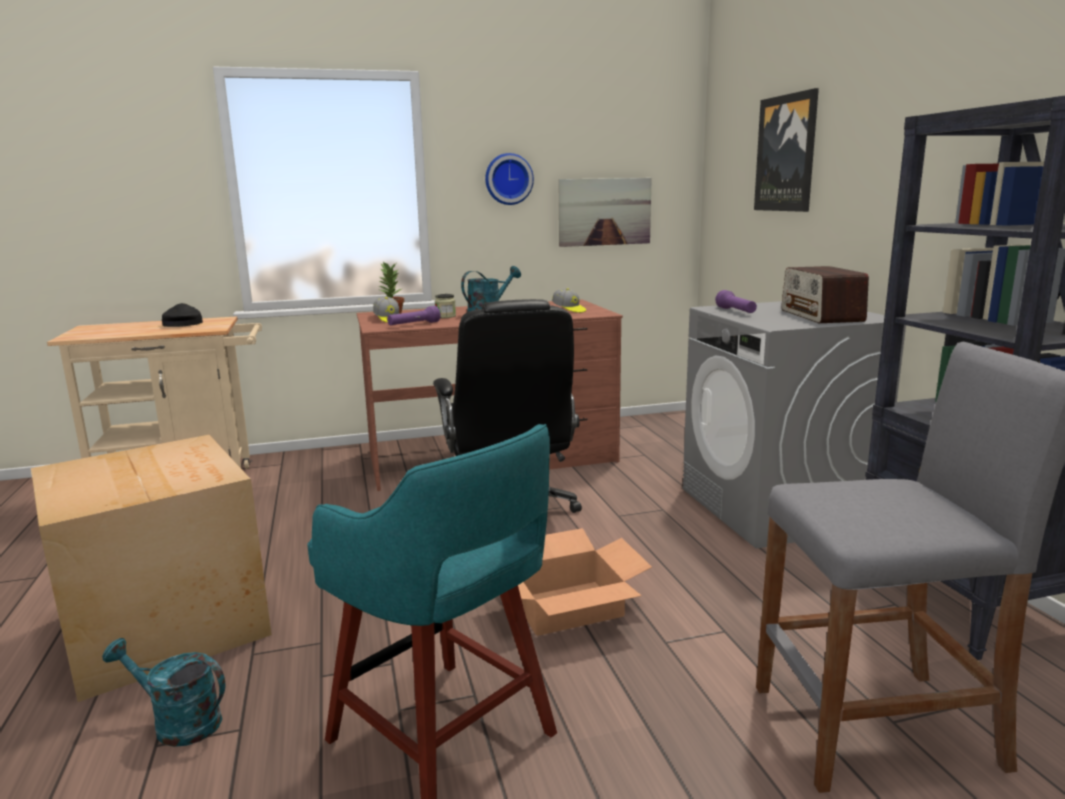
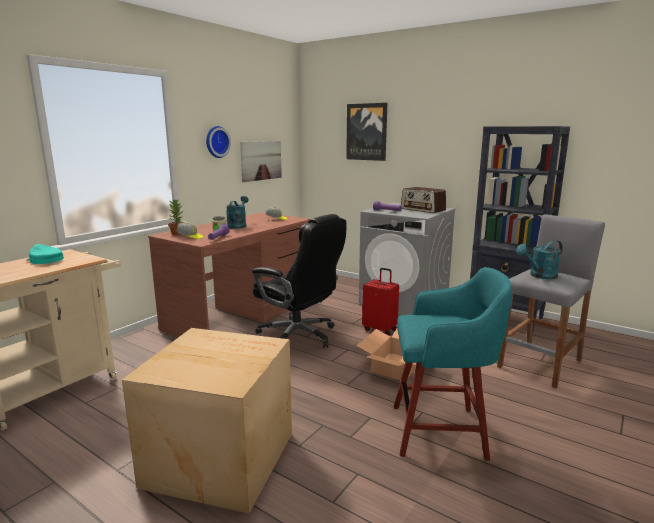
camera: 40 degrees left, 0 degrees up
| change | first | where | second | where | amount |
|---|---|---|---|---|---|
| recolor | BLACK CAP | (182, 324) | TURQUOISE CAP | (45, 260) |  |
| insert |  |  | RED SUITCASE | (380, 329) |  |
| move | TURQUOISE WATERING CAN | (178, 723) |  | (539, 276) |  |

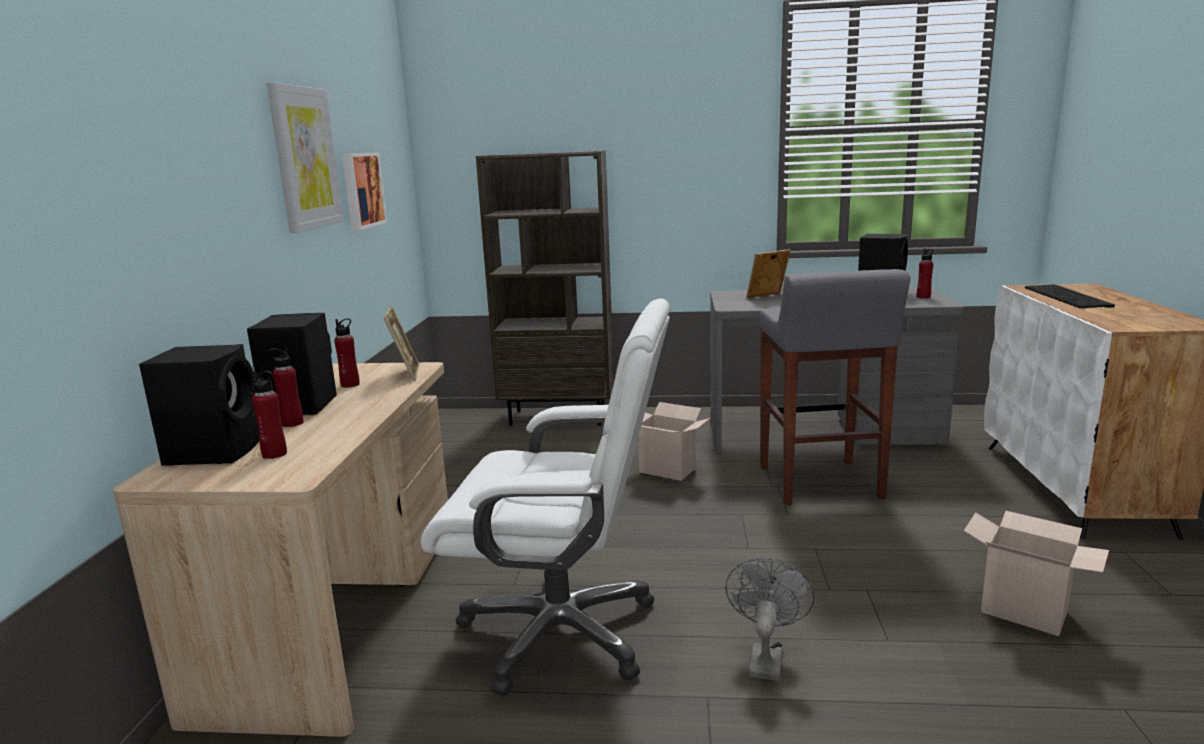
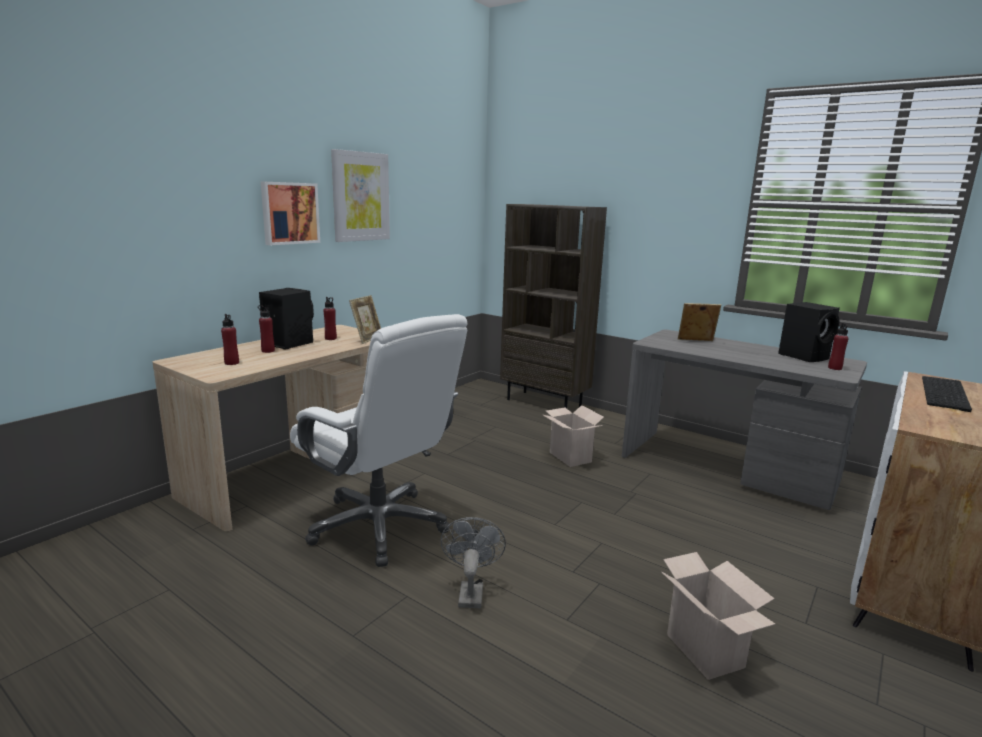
camera: 30 degrees right, 0 degrees up
| change | first | where | second | where | amount |
|---|---|---|---|---|---|
| move | PICTURE | (361, 190) |  | (289, 213) |  |
| rotate | GREY FAN | (765, 658) |  | (470, 591) | 45 degrees counterclockwise |
| delete | BLACK SPEAKER | (215, 451) |  |  |  |
| delete | GREY STOOL | (820, 483) |  |  |  |

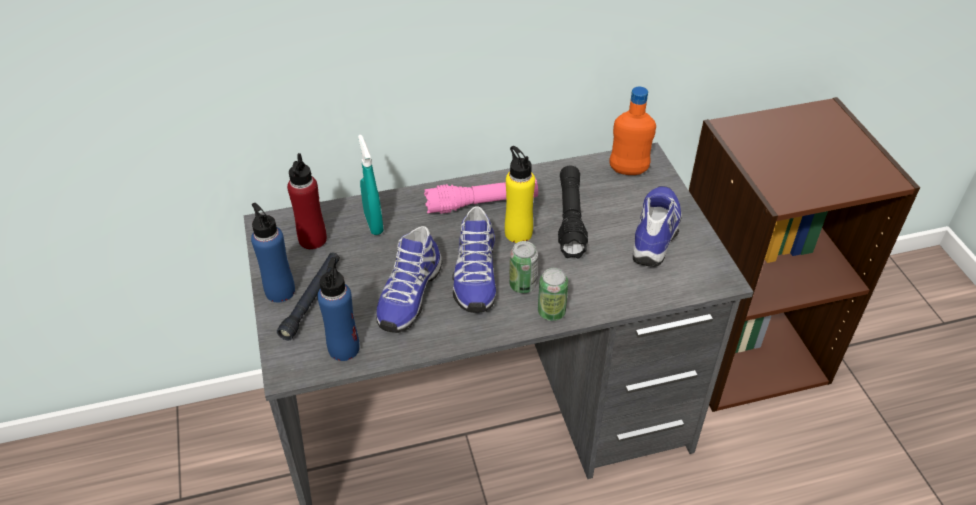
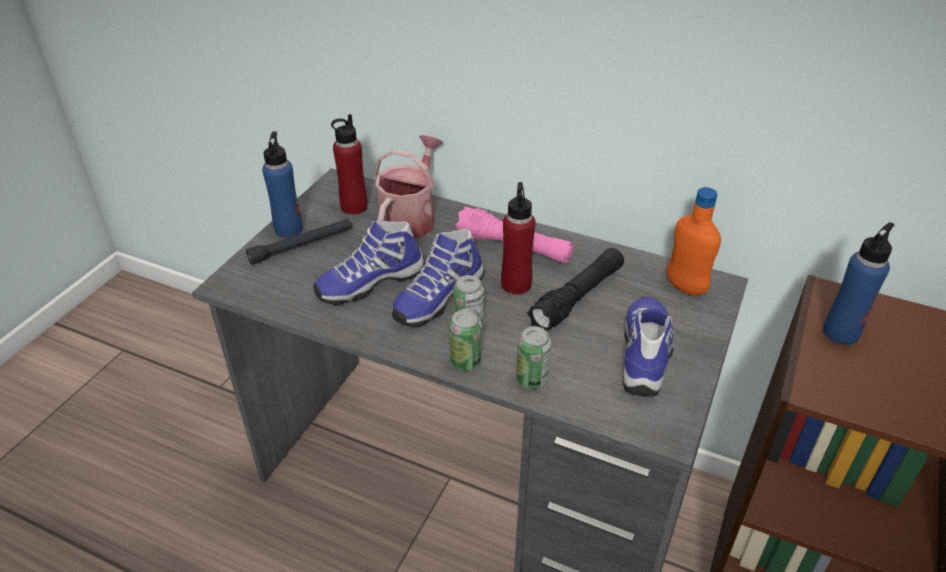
camera: 40 degrees right, 5 degrees down
| change | first | where | second | where | amount |
|---|---|---|---|---|---|
| replace | TURQUOISE SPRAY BOTTLE | (373, 223) | WATERING CAN | (410, 218) |  |
| recolor | YELLOW BOTTLE | (518, 233) | RED BOTTLE | (516, 284) |  |
| insert |  |  | CAN | (532, 379) |  |
| rotate | SHOE | (657, 234) |  | (647, 355) | 45 degrees counterclockwise |
| move | BLUE BOTTLE | (344, 348) |  | (841, 333) |  |

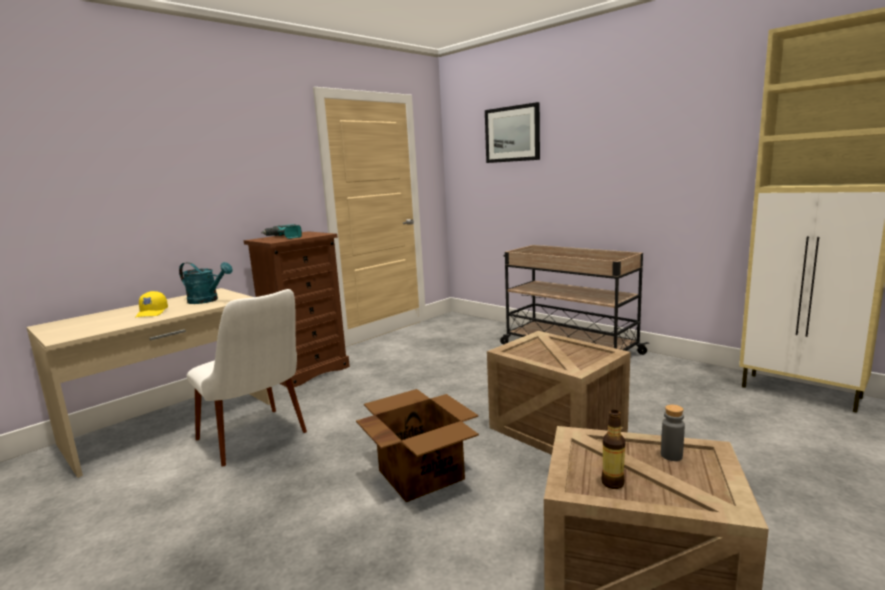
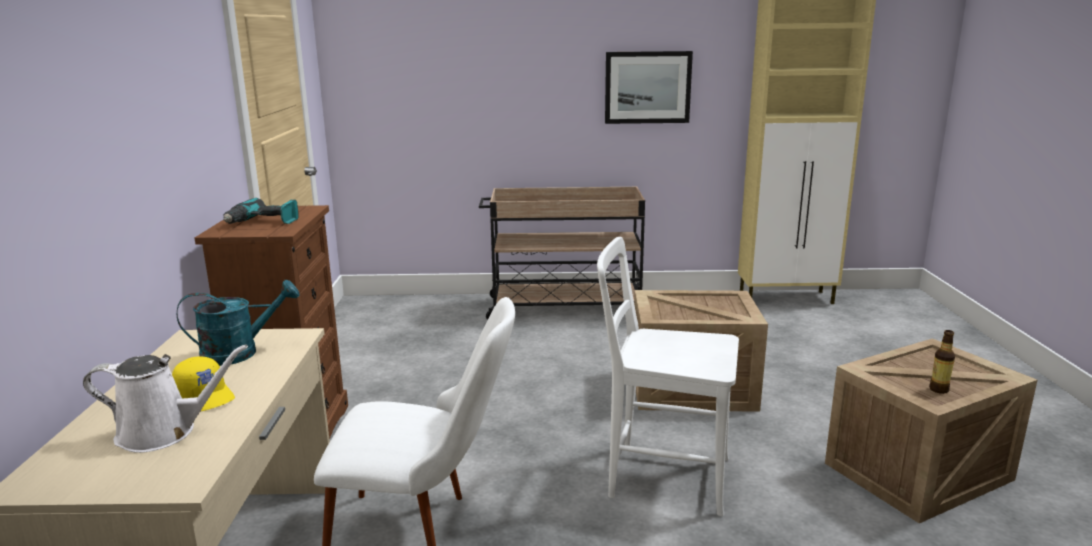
camera: 45 degrees left, 5 degrees up
| change | first | where | second | where | amount |
|---|---|---|---|---|---|
| insert |  |  | WHITE WATERING CAN | (164, 432) |  |
| replace | CARDBOARD BOX | (421, 474) | WHITE CHAIR | (661, 476) |  |
| move | PICTURE | (512, 134) |  | (647, 87) |  |
| delete | GREY BOTTLE | (671, 455) |  |  |  |

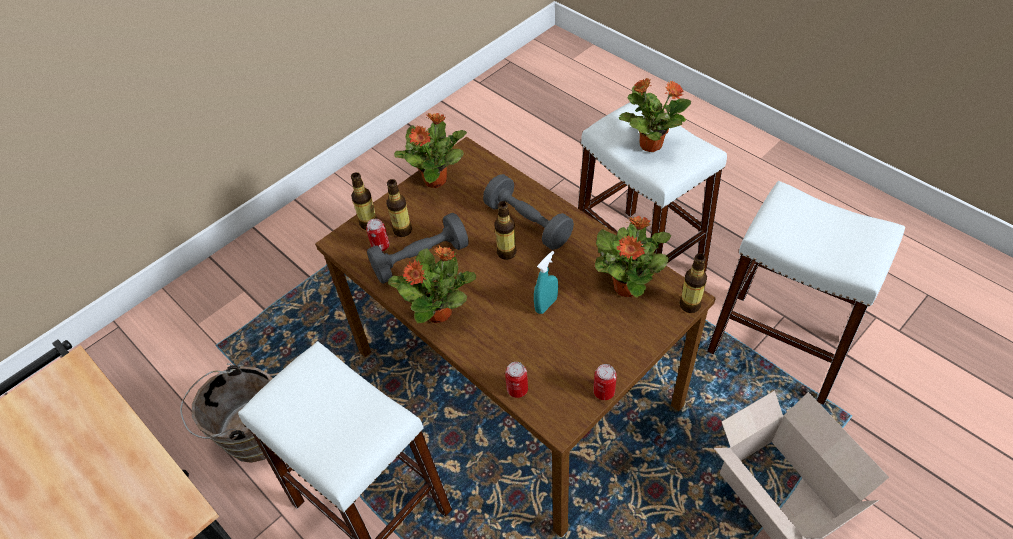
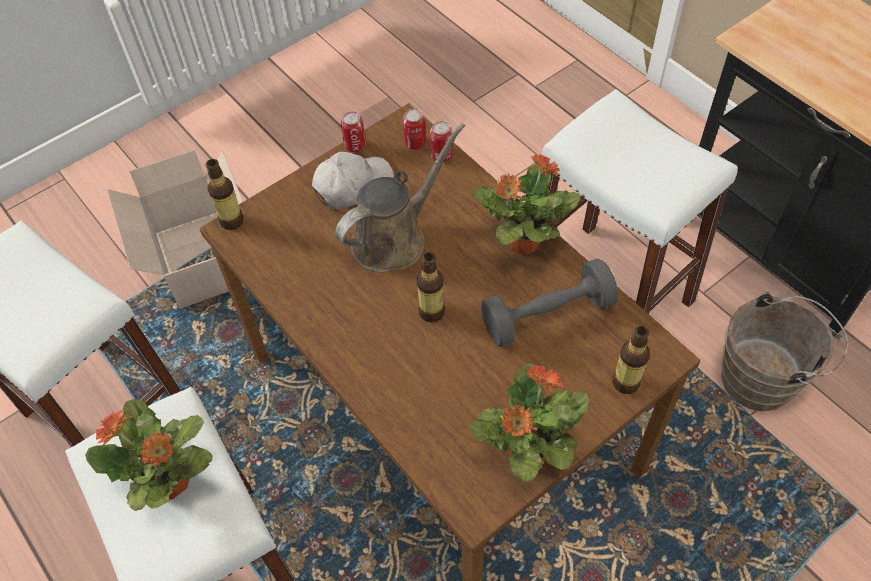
camera: 175 degrees left, 5 degrees up
| change | first | where | second | where | amount |
|---|---|---|---|---|---|
| insert |  |  | WHITE CAP | (352, 185) |  |
| replace | TURQUOISE SPRAY BOTTLE | (546, 305) | BROWN WATERING CAN | (394, 238) |  |
| move | CAN | (380, 246) |  | (415, 143) |  |
| delete | BOTTLE | (402, 230) |  |  |  |
| delete | GREY DUMBBELL | (528, 223) |  |  |  |
| delete | POTTED PLANT | (627, 286) |  |  |  |

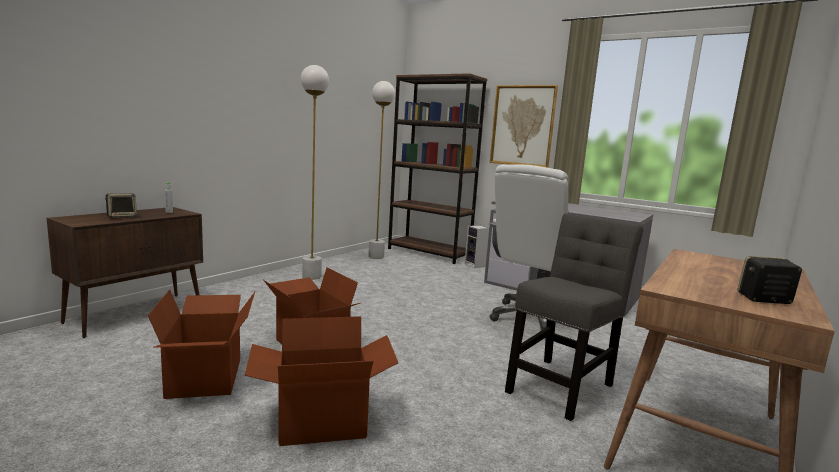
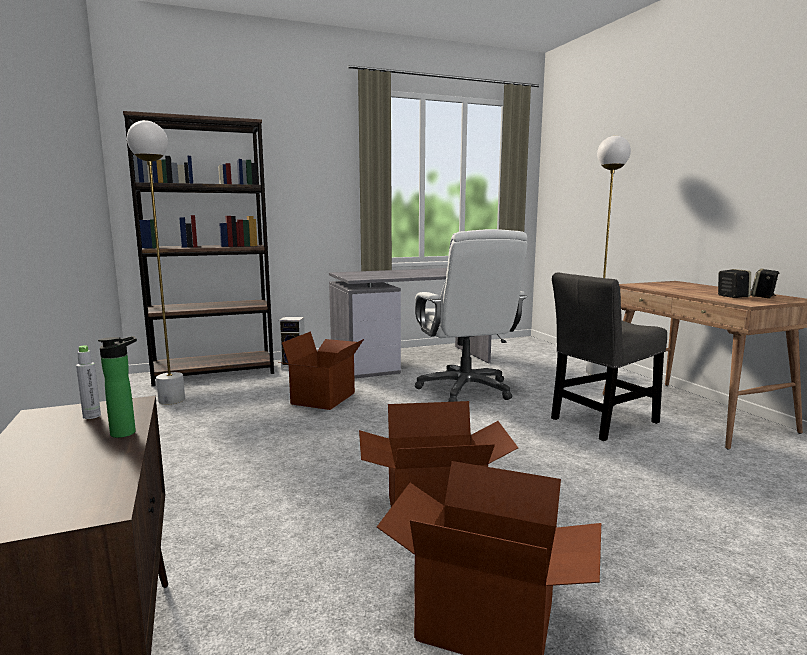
camera: 55 degrees left, 0 degrees up
| change | first | where | second | where | amount |
|---|---|---|---|---|---|
| insert |  |  | BOTTLE | (127, 432) |  |
| move | CARDBOARD BOX | (322, 422) |  | (324, 398) |  |
| rotate | GREY CHAIR | (561, 385) |  | (601, 422) | 105 degrees counterclockwise |
| move | WHITE FLOOR LAMP | (311, 277) |  | (596, 373) |  |
| move | SPEAKER | (122, 217) |  | (731, 296) |  |
| delete | PICTURE | (522, 126) |  |  |  |

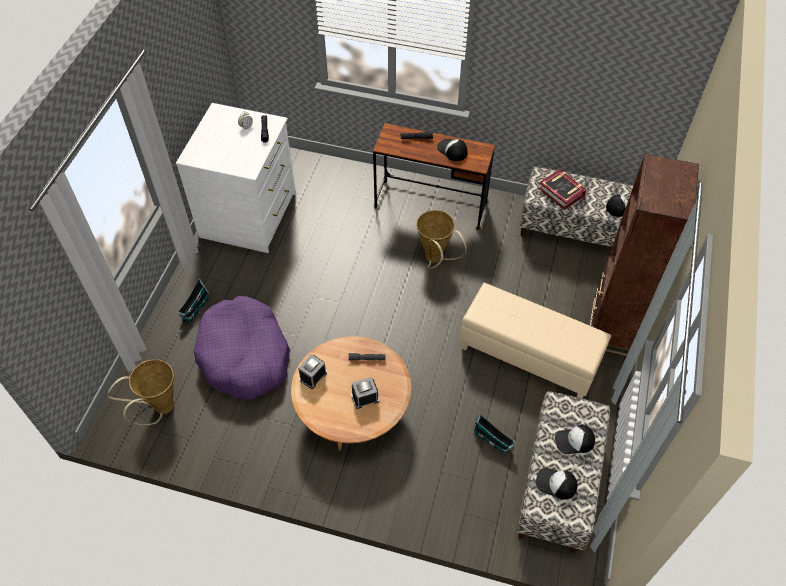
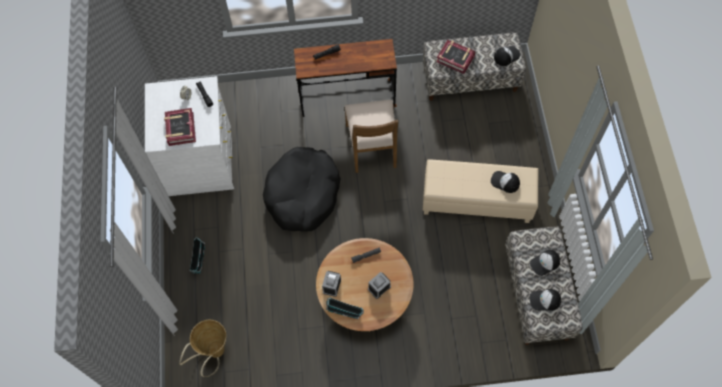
camera: 20 degrees left, 10 degrees up
| change | first | where | second | where | amount |
|---|---|---|---|---|---|
| insert |  |  | BOOK | (180, 129) |  |
| insert |  |  | BLACK DOG BED | (303, 194) |  |
| move | TOY HOUSE | (493, 440) |  | (345, 311) |  |
| replace | BASKET | (435, 260) | BROWN CHAIR | (372, 146) |  |
| move | CAP | (452, 150) |  | (505, 182) |  |
| delete | PURPLE DOG BED | (245, 355) |  |  |  |
| delete | BROWN BOOKCASE | (611, 326) |  |  |  |

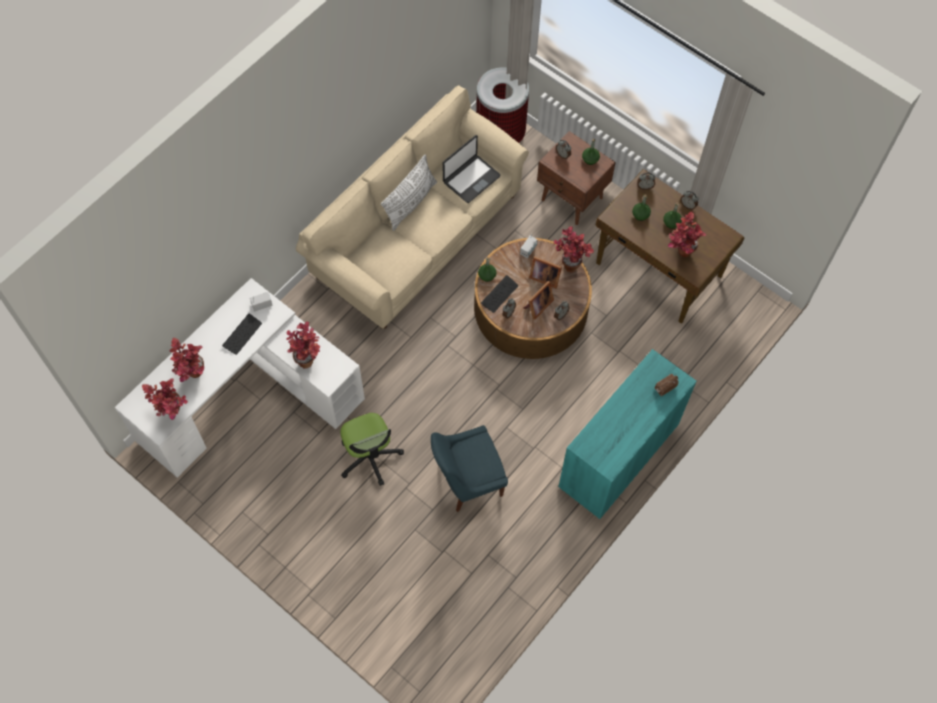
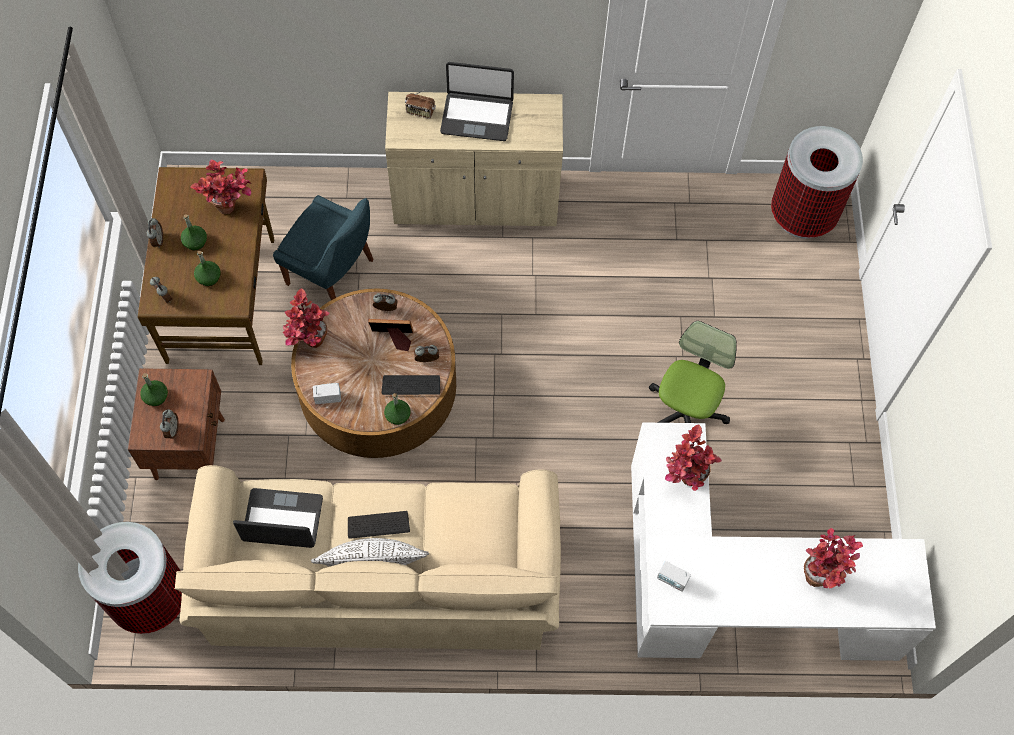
camera: 130 degrees left, 0 degrees up
| change | first | where | second | where | amount |
|---|---|---|---|---|---|
| move | BLUE CHAIR | (467, 480) |  | (333, 273) |  |
| move | KEYBOARD | (242, 334) |  | (378, 525) |  |
| recolor | TURQUOISE CABINET | (618, 455) | BEIGE CABINET | (475, 200) |  |
| insert |  |  | LAPTOP | (477, 116) |  |
| insert |  |  | TRASH CAN | (803, 215) |  |
| delete | POTTED PLANT | (173, 414) |  |  |  |
| delete | PICTURE FRAME | (544, 277) |  |  |  |

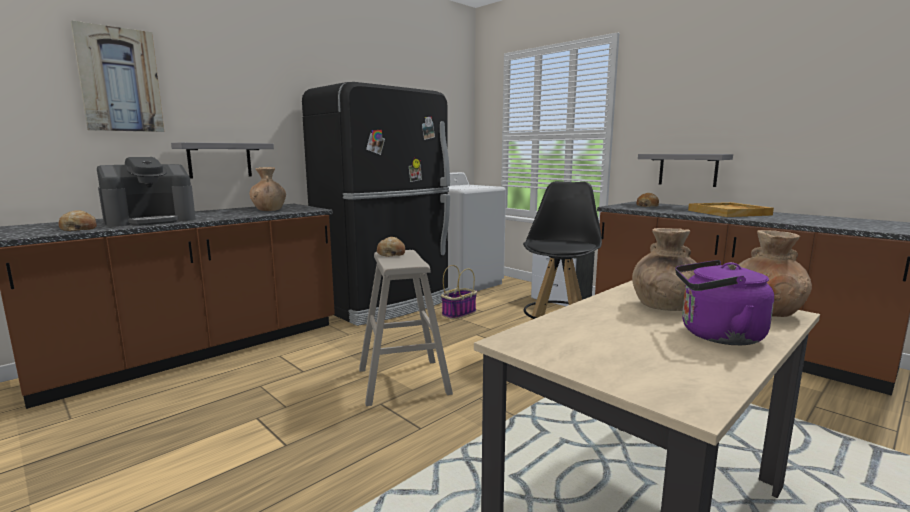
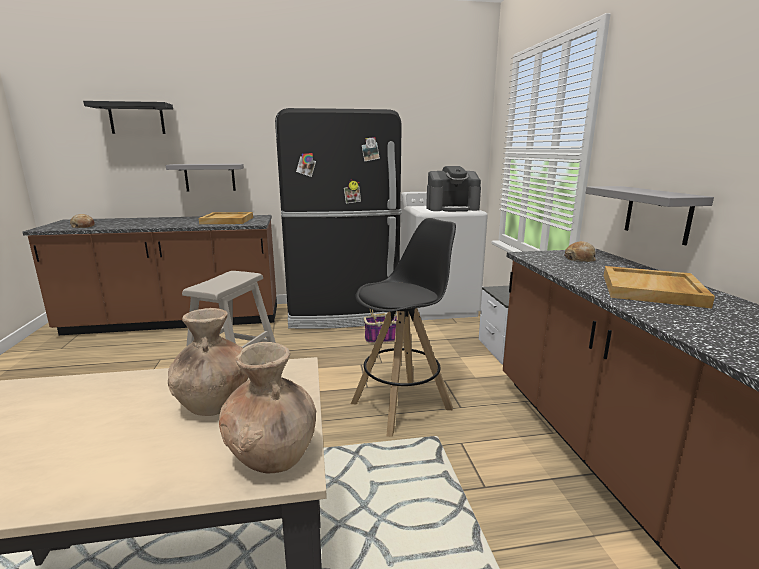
camera: 35 degrees right, 5 degrees up
| change | first | where | second | where | amount |
|---|---|---|---|---|---|
| replace | PICTURE | (119, 80) | BLACK SHELF | (137, 119) |  |
| replace | BROWN VASE | (269, 210) | BEIGE TRAY | (227, 220) |  |
| move | COFFEE MACHINE | (151, 220) |  | (452, 208) |  |
| delete | BREAD | (391, 254) |  |  |  |
| delete | PURPLE KETTLE | (716, 335) |  |  |  |

